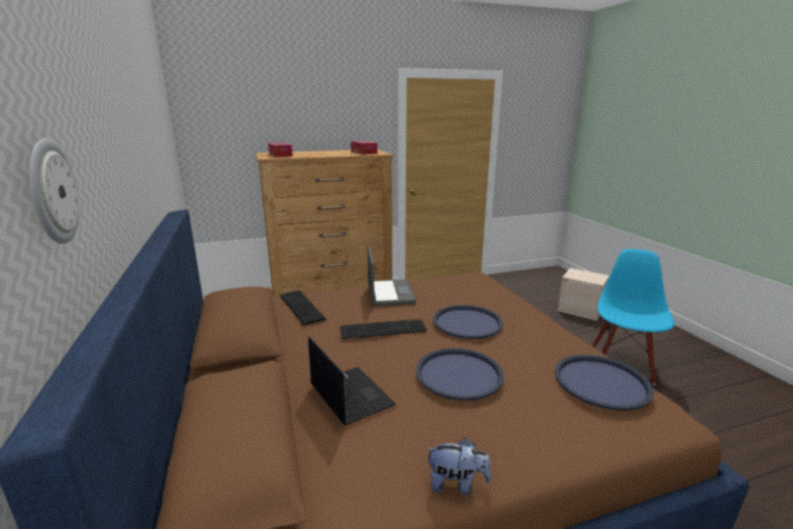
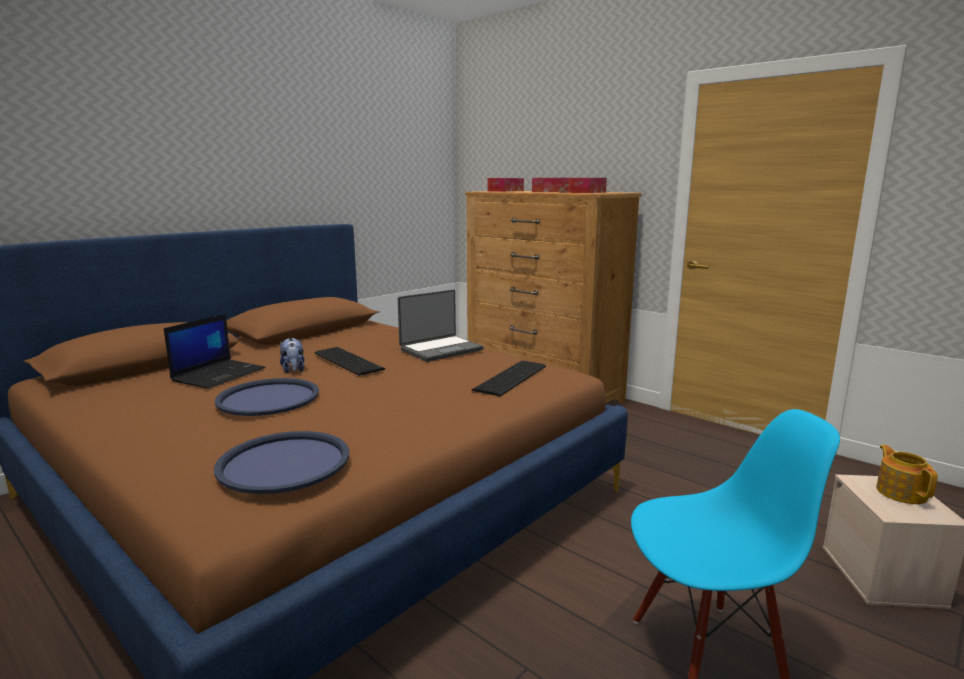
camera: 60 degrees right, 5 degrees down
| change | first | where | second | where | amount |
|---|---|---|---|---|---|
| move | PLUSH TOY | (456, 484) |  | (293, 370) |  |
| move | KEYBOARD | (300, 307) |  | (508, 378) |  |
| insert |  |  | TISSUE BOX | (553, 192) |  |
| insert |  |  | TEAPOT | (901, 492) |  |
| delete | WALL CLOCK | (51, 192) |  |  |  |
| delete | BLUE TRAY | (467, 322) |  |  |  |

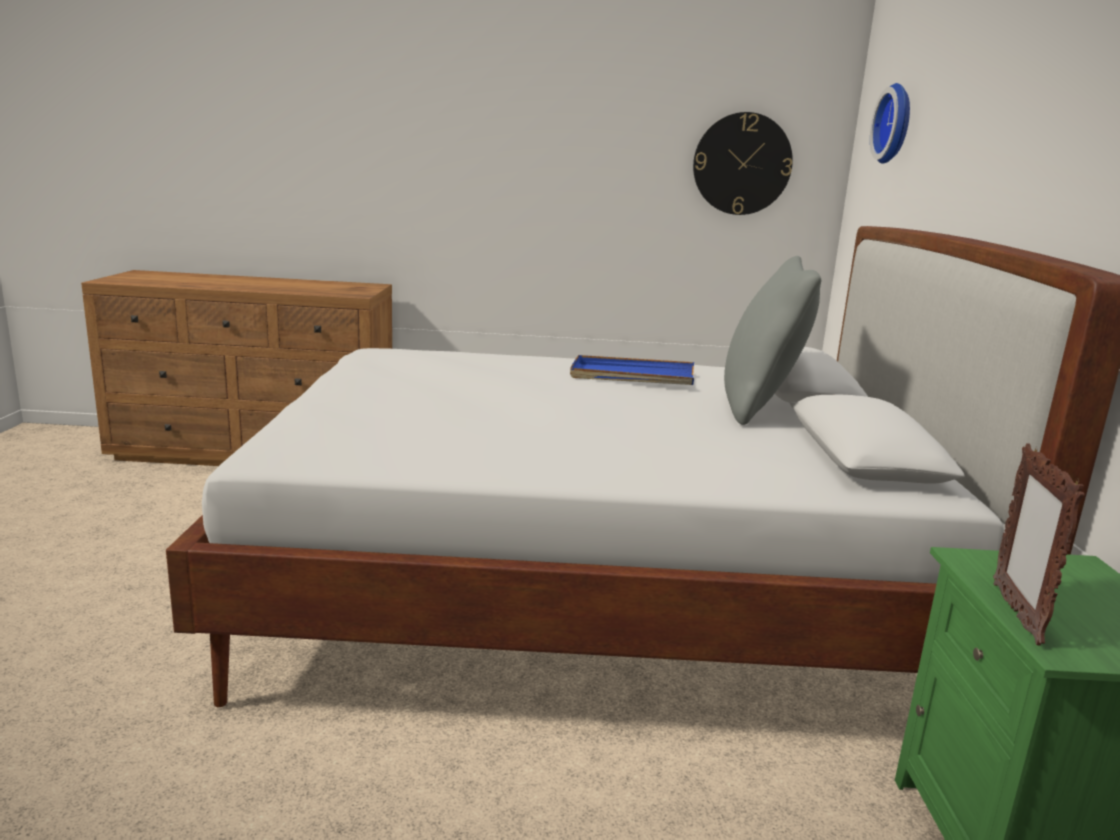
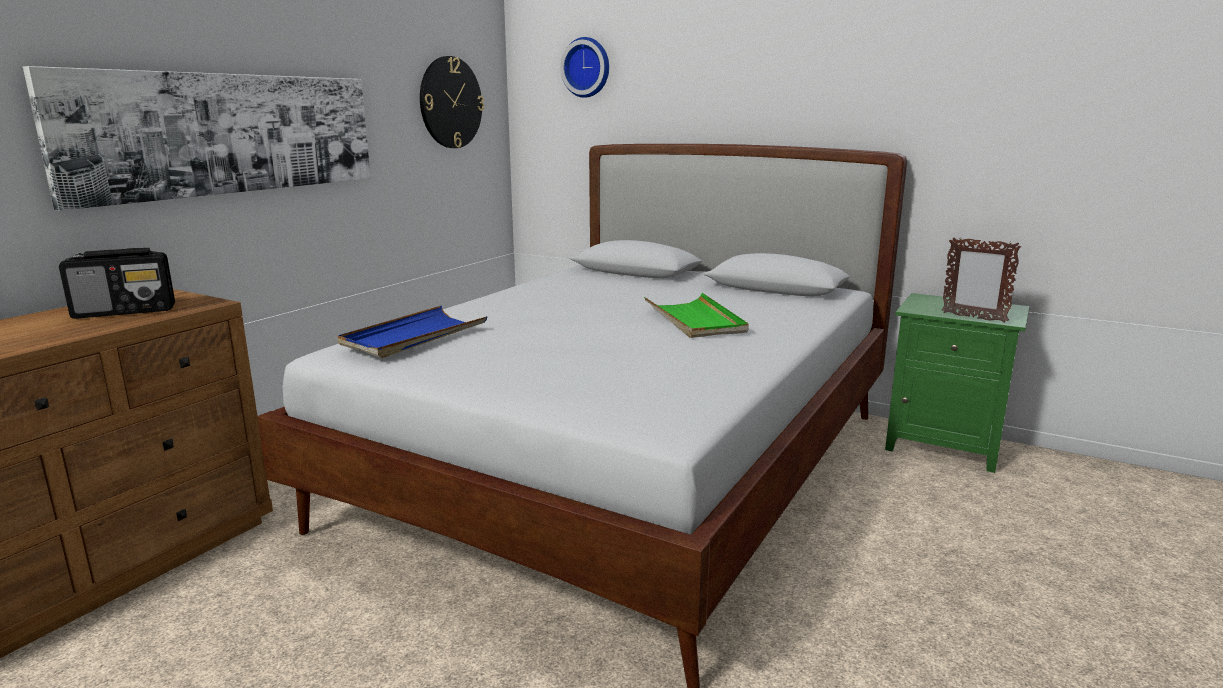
camera: 60 degrees left, 0 degrees up
| change | first | where | second | where | amount |
|---|---|---|---|---|---|
| insert |  |  | PICTURE | (229, 133) |  |
| insert |  |  | RADIO | (126, 312) |  |
| move | BLUE TRAY | (632, 376) |  | (414, 336) |  |
| insert |  |  | GREEN TRAY | (695, 320) |  |
| delete | GREY PILLOW | (759, 407) |  |  |  |

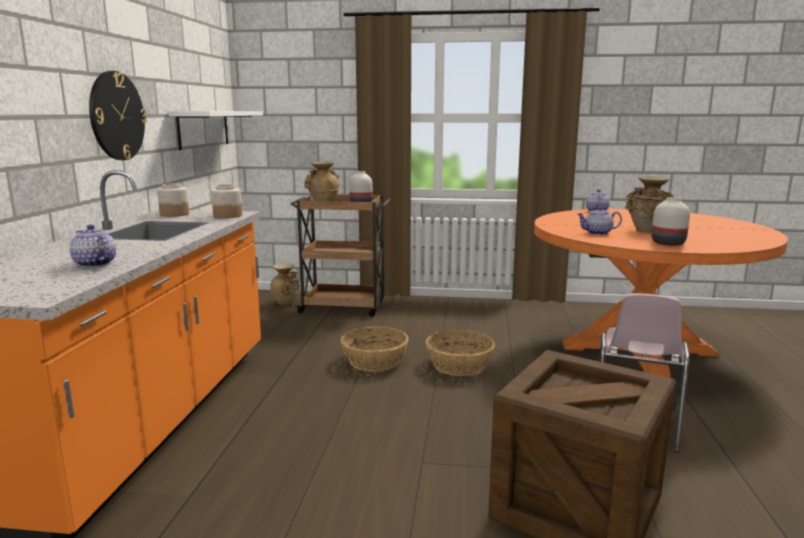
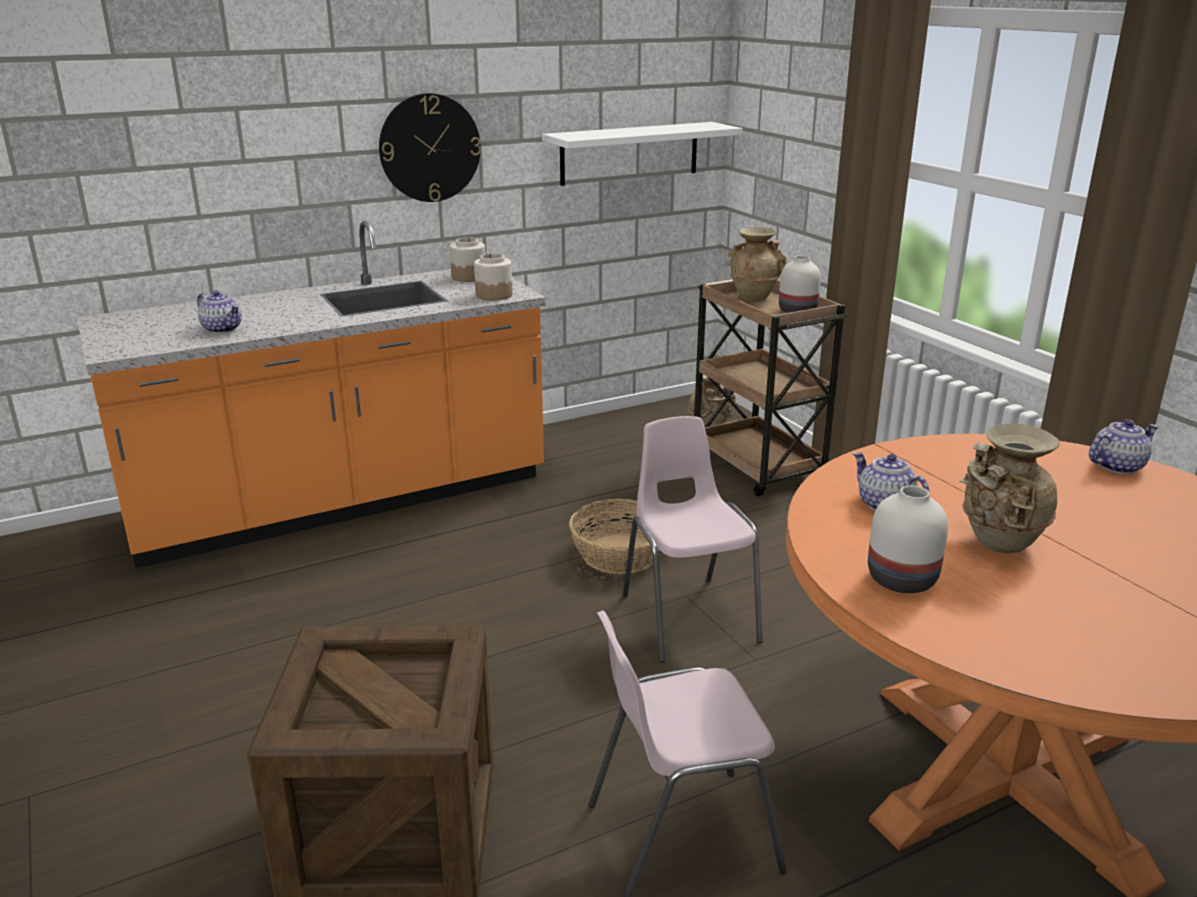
camera: 55 degrees right, 10 degrees up
| change | first | where | second | where | amount |
|---|---|---|---|---|---|
| rotate | TEAPOT | (94, 264) |  | (223, 329) | 120 degrees clockwise |
| replace | BASKET | (459, 364) | PINK CHAIR | (688, 617) |  |

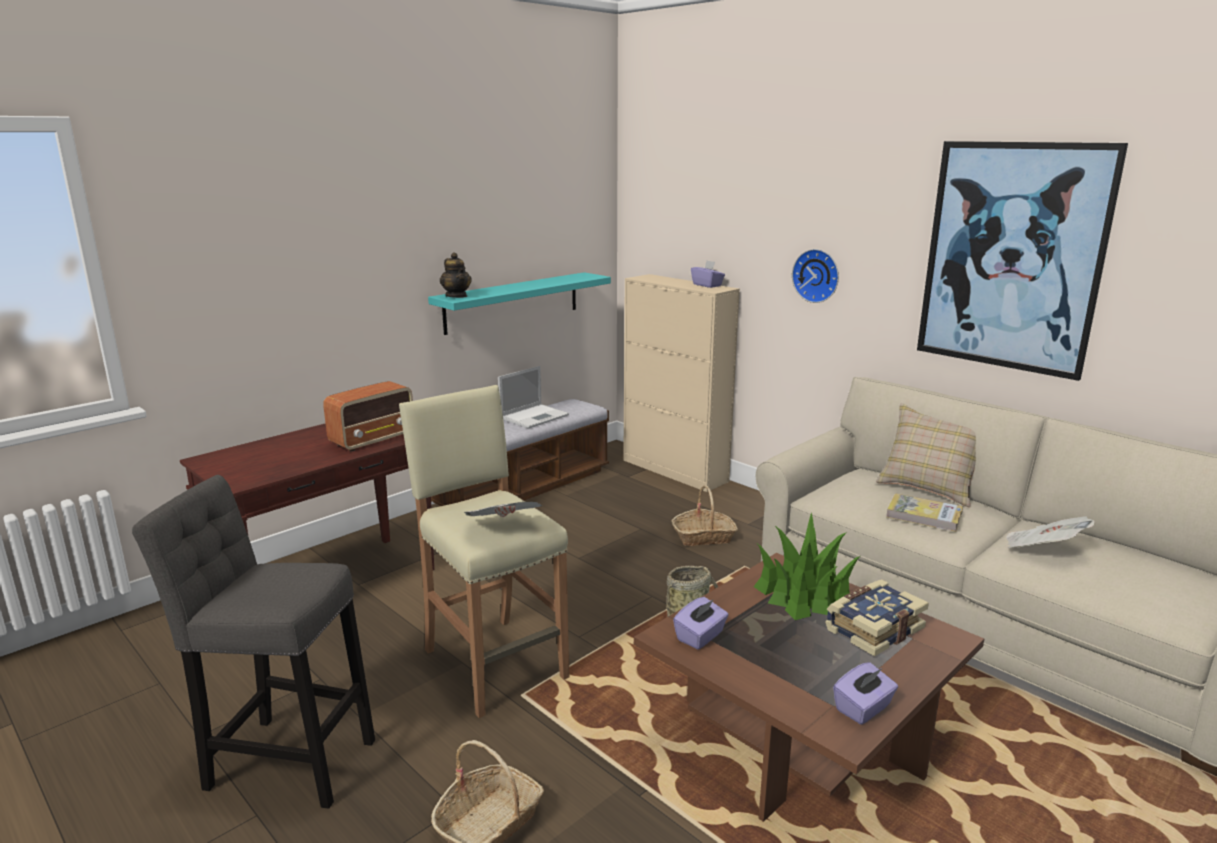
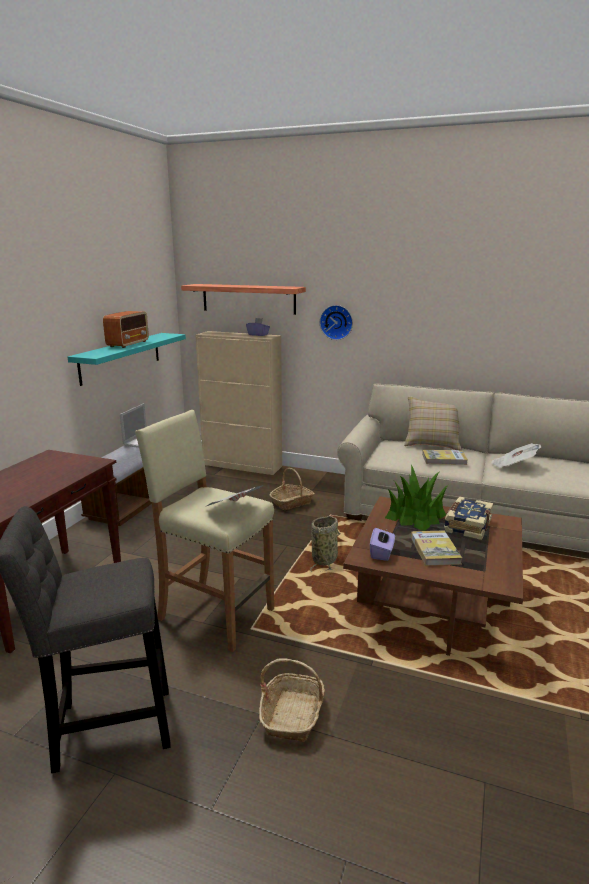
camera: 25 degrees left, 0 degrees up
| change | first | where | second | where | amount |
|---|---|---|---|---|---|
| move | RADIO | (373, 439) |  | (128, 344) |  |
| insert |  |  | SHELF | (248, 298) |  |
| insert |  |  | BOOK | (435, 550) |  |
| delete | TEAPOT | (456, 296) |  |  |  |
| delete | PURPLE TISSUE BOX | (863, 708) |  |  |  |
| delete | PICTURE | (1012, 257) |  |  |  |

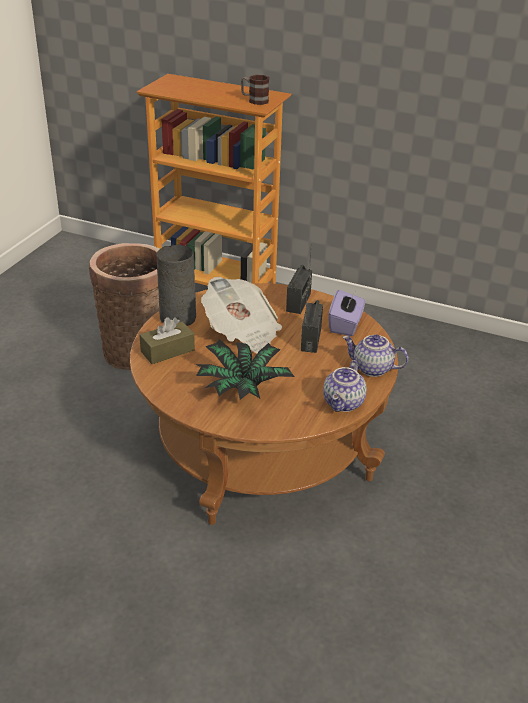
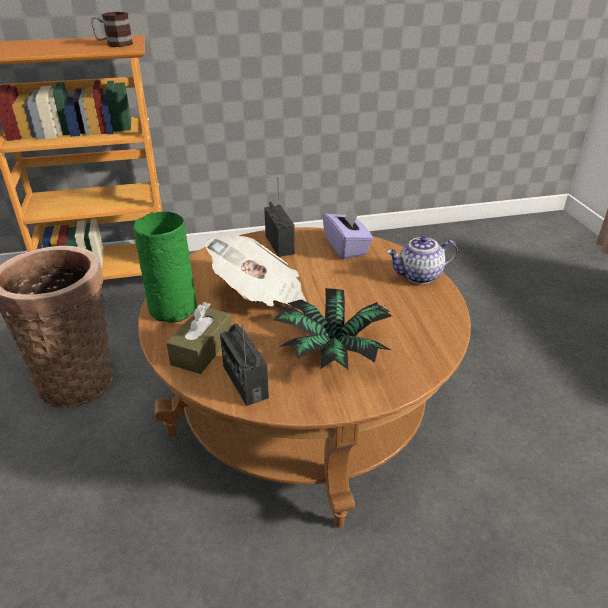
camera: 35 degrees left, 0 degrees up
| change | first | where | second | where | amount |
|---|---|---|---|---|---|
| recolor | GREY VASE | (179, 317) | GREEN VASE | (174, 308) |  |
| move | RADIO | (310, 340) |  | (245, 382) |  |
| delete | TEAPOT | (344, 403) |  |  |  |

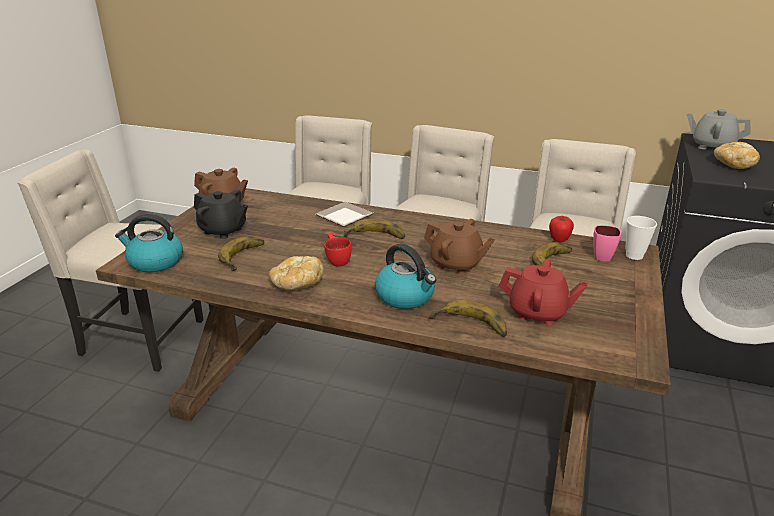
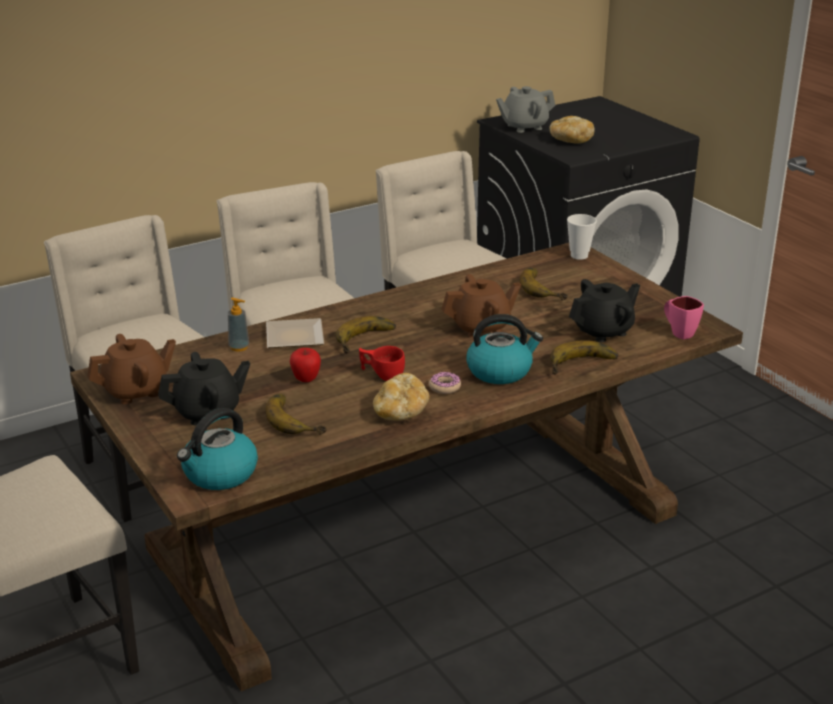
camera: 50 degrees left, 0 degrees up
| change | first | where | second | where | amount |
|---|---|---|---|---|---|
| insert |  |  | SOAP DISPENSER | (239, 347) |  |
| move | APPLE | (559, 240) |  | (306, 379) |  |
| insert |  |  | DONUT | (444, 387) |  |
| recolor | RED TEAPOT | (538, 313) | BLACK TEAPOT | (603, 331) |  |
| move | PINK MUG | (602, 255) |  | (678, 332) |  |

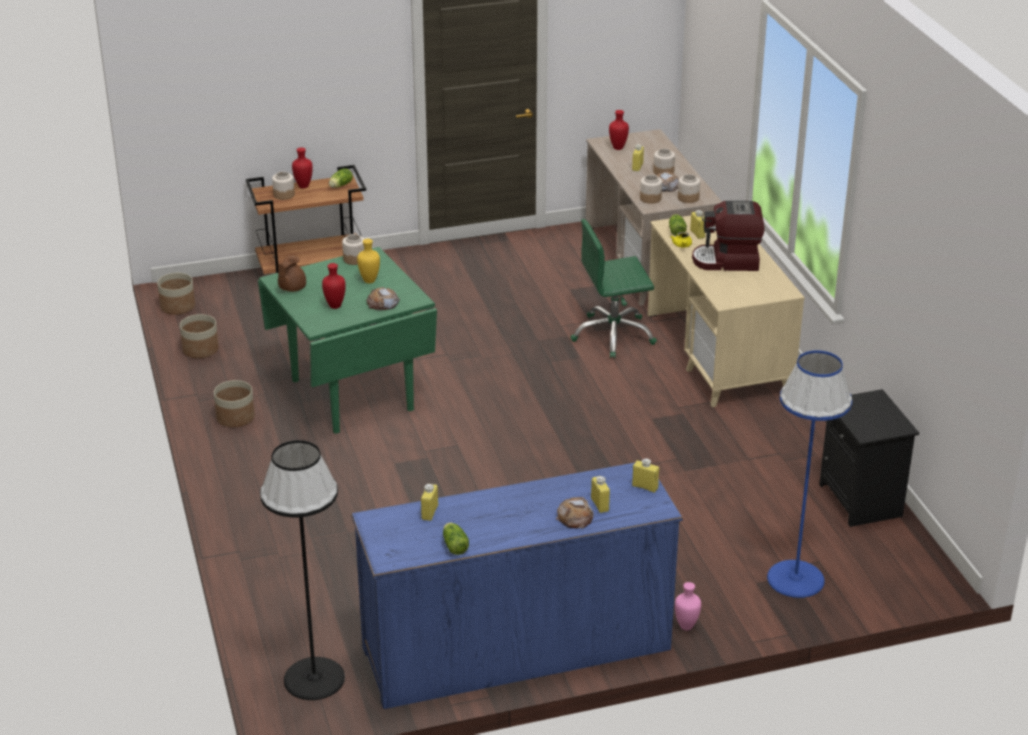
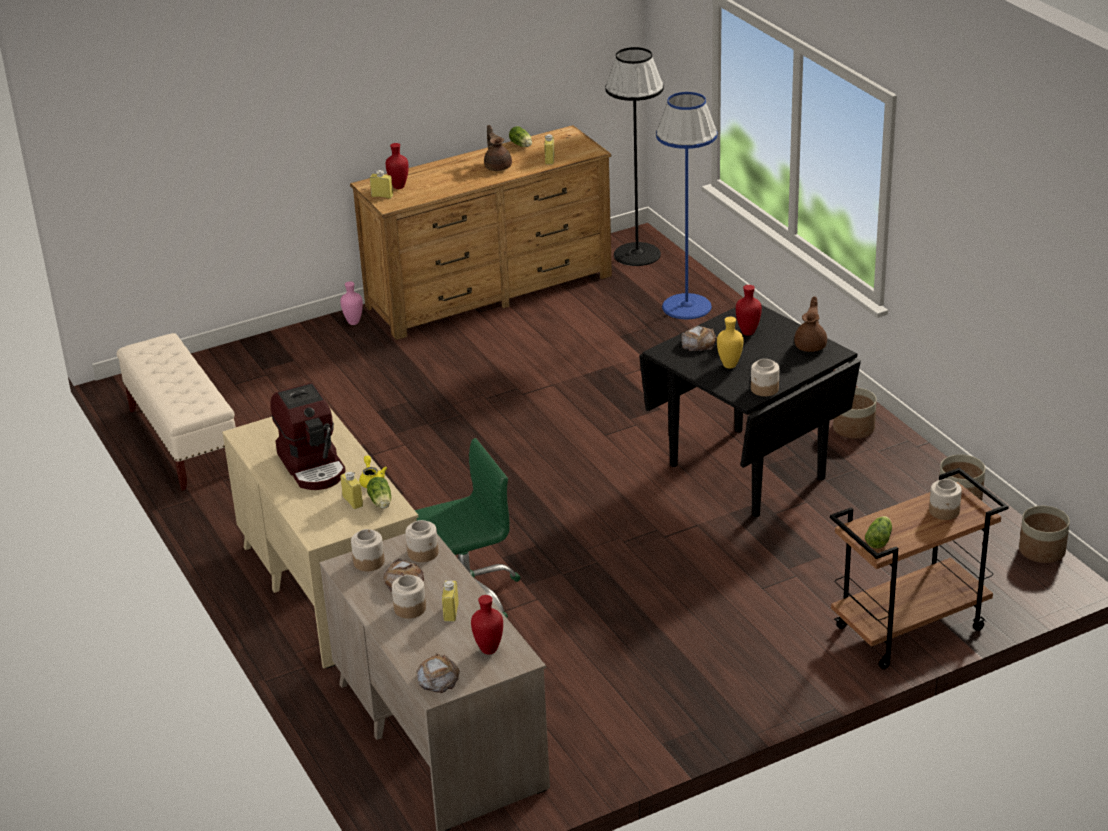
camera: 170 degrees right, 0 degrees up
| change | first | where | second | where | amount |
|---|---|---|---|---|---|
| replace | BLACK NIGHTSTAND | (862, 501) | BEIGE BENCH | (183, 441) |  |
| rotate | COFFEE MACHINE | (727, 261) |  | (313, 465) | 75 degrees clockwise |
| recolor | BLUE DRESSER | (516, 648) | BROWN DRESSER | (489, 291) |  |
| move | RED VASE | (304, 186) |  | (398, 186) |  |
| move | BREAD | (575, 517) |  | (438, 678) |  |
| insert |  |  | BROWN TEAPOT | (498, 166) |  |
| recolor | GREEN DINING TABLE | (351, 395) | BLACK DINING TABLE | (747, 470) |  |
| move | BLUE FLOOR LAMP | (795, 578) |  | (686, 307) |  |
| delete | YELLOW BOTTLE | (599, 505) |  |  |  |

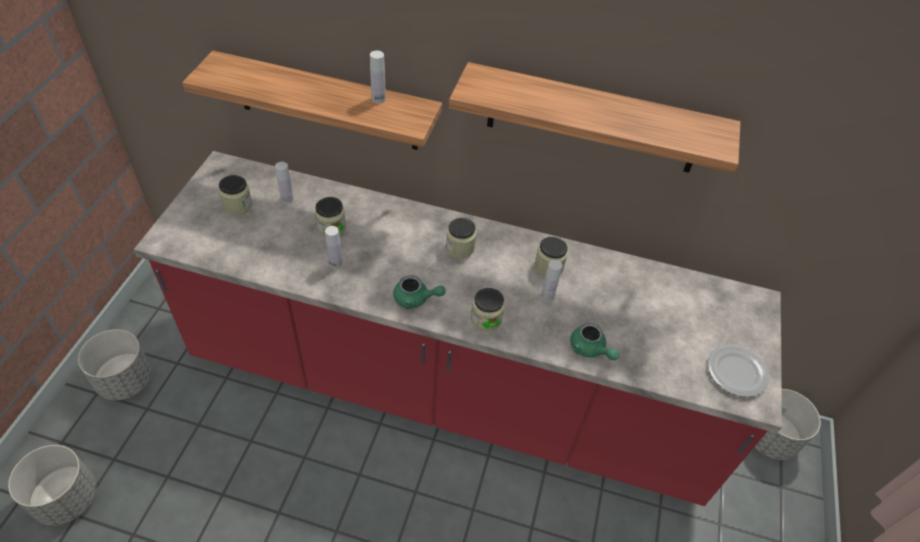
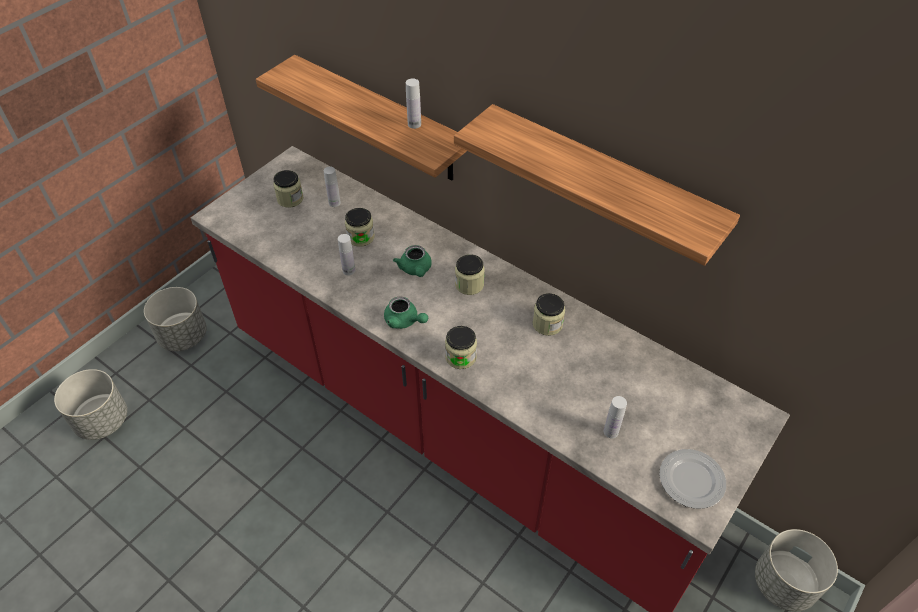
camera: 25 degrees right, 0 degrees up
| change | first | where | second | where | amount |
|---|---|---|---|---|---|
| move | GREEN TEAPOT | (590, 349) |  | (415, 270) |  |
| move | WHITE BOTTLE | (547, 296) |  | (611, 432) |  |

